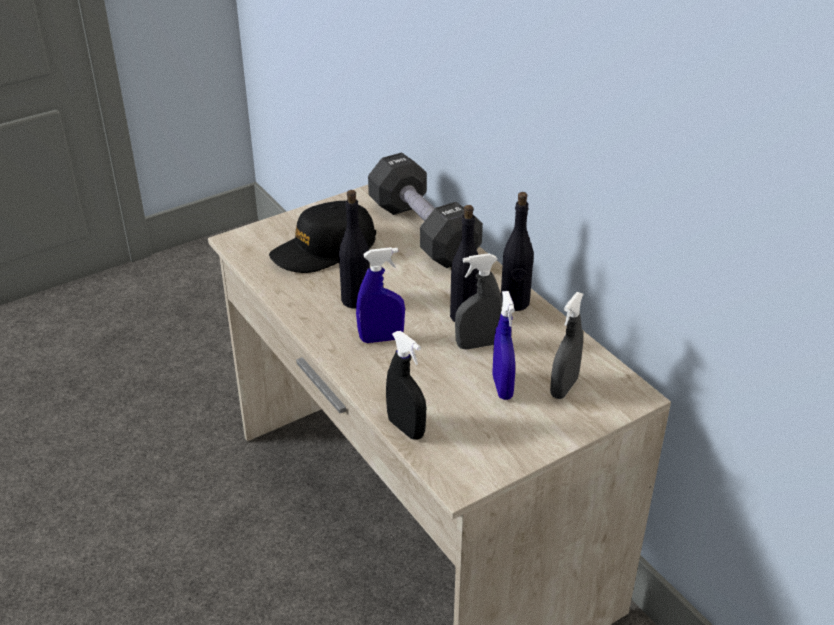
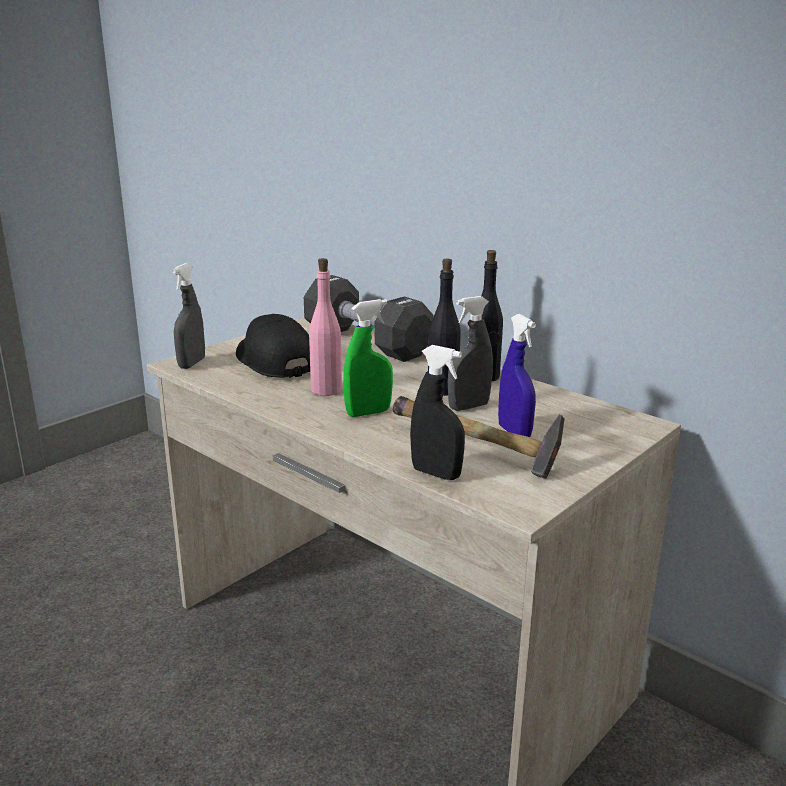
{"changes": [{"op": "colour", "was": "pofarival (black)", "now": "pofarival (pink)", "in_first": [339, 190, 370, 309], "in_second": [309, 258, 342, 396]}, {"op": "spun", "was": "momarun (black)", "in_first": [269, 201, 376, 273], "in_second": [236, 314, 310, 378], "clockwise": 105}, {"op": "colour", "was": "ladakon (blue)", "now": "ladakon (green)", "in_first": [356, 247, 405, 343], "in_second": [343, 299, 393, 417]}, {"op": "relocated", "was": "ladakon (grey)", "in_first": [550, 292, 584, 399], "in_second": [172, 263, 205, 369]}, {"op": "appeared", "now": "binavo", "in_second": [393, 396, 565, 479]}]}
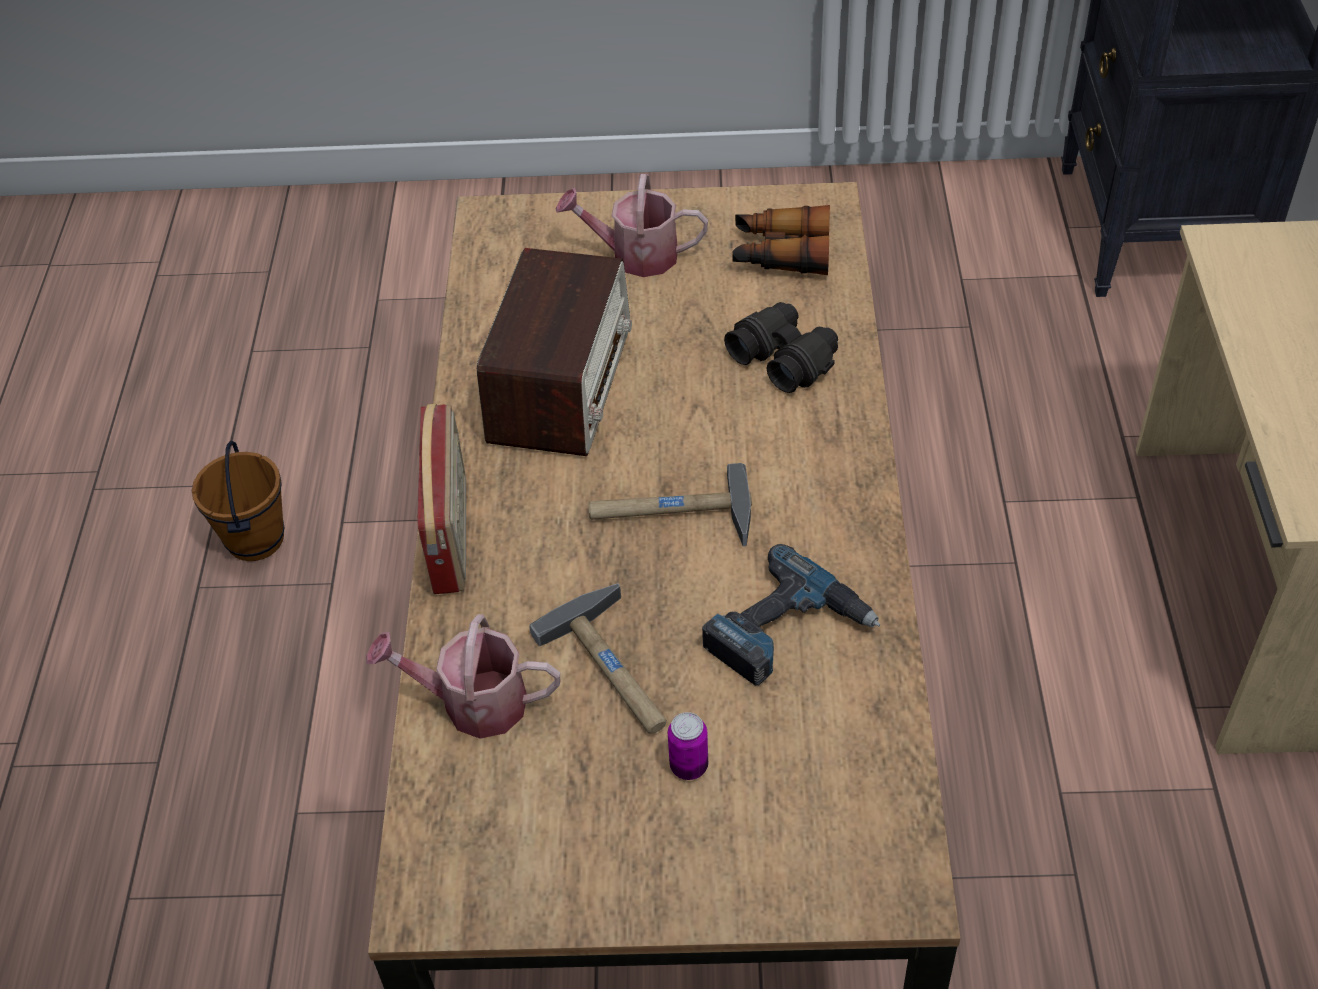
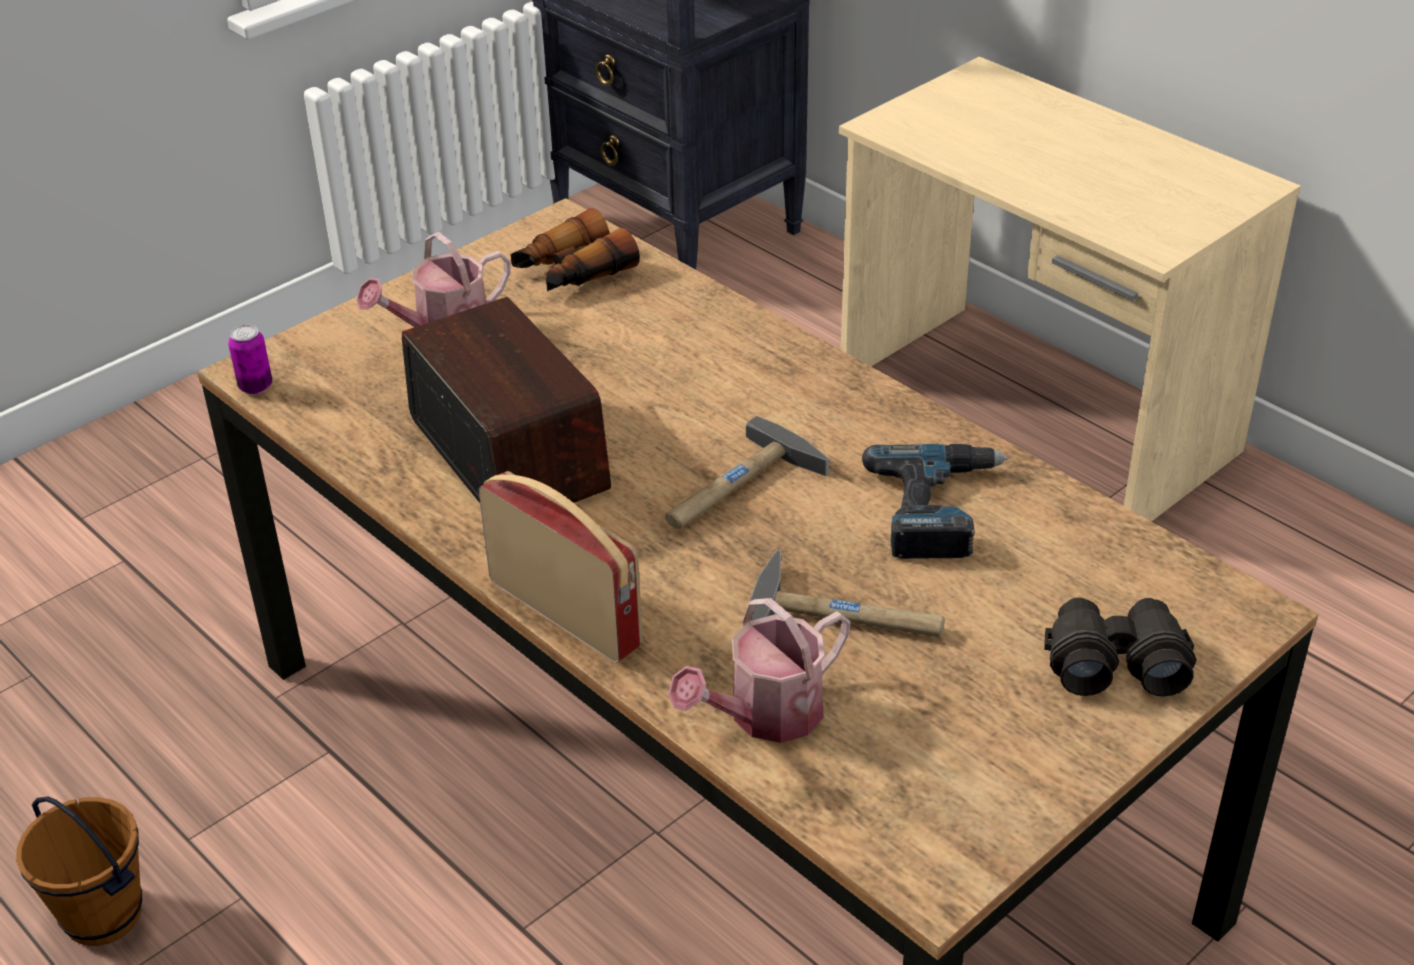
{"changes": [{"op": "relocated", "was": "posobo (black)", "in_first": [724, 302, 838, 393], "in_second": [1044, 598, 1197, 696]}, {"op": "relocated", "was": "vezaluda", "in_first": [668, 712, 708, 780], "in_second": [228, 324, 272, 394]}]}
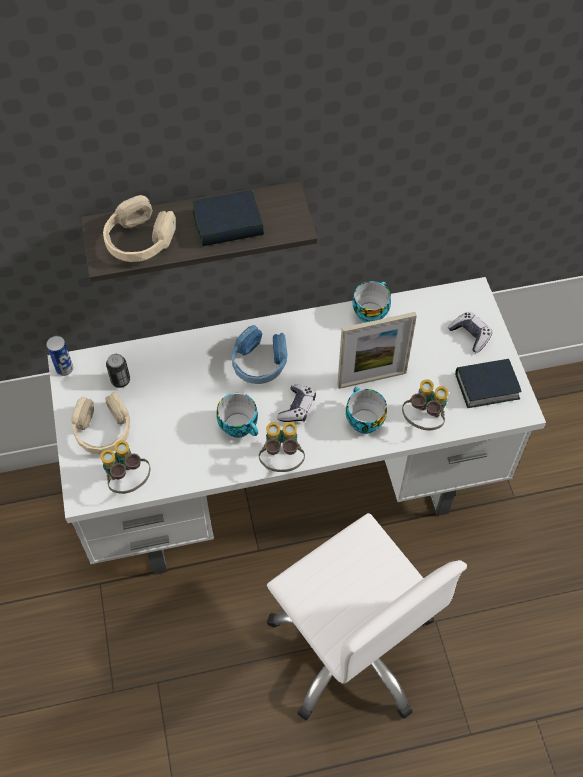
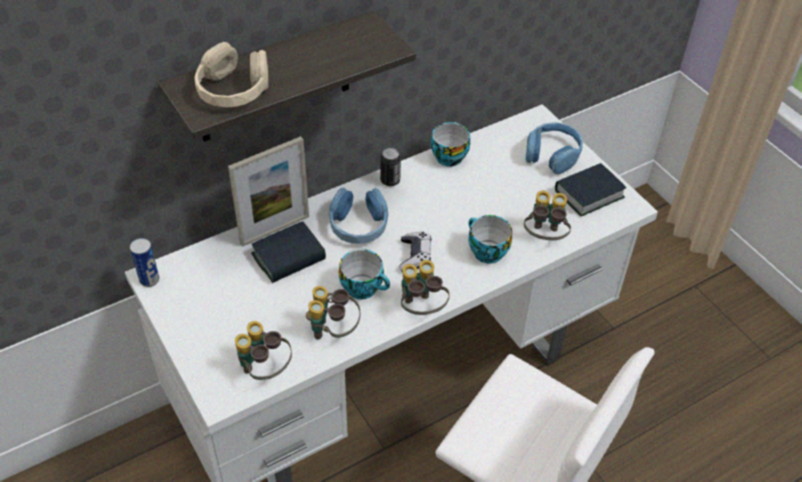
{"changes": [{"op": "relocated", "was": "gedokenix", "in_first": [193, 190, 264, 246], "in_second": [251, 221, 326, 283]}, {"op": "relocated", "was": "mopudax", "in_first": [337, 312, 417, 389], "in_second": [228, 136, 309, 247]}, {"op": "exchanged", "was": "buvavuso", "now": "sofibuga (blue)", "in_first": [448, 312, 492, 353], "in_second": [525, 122, 583, 174]}, {"op": "relocated", "was": "vezaluda", "in_first": [106, 354, 130, 388], "in_second": [380, 148, 401, 186]}, {"op": "missing", "was": "sofibuga (beige)", "in_first": [71, 392, 130, 454]}, {"op": "appeared", "now": "posobo", "in_second": [306, 286, 360, 340]}]}
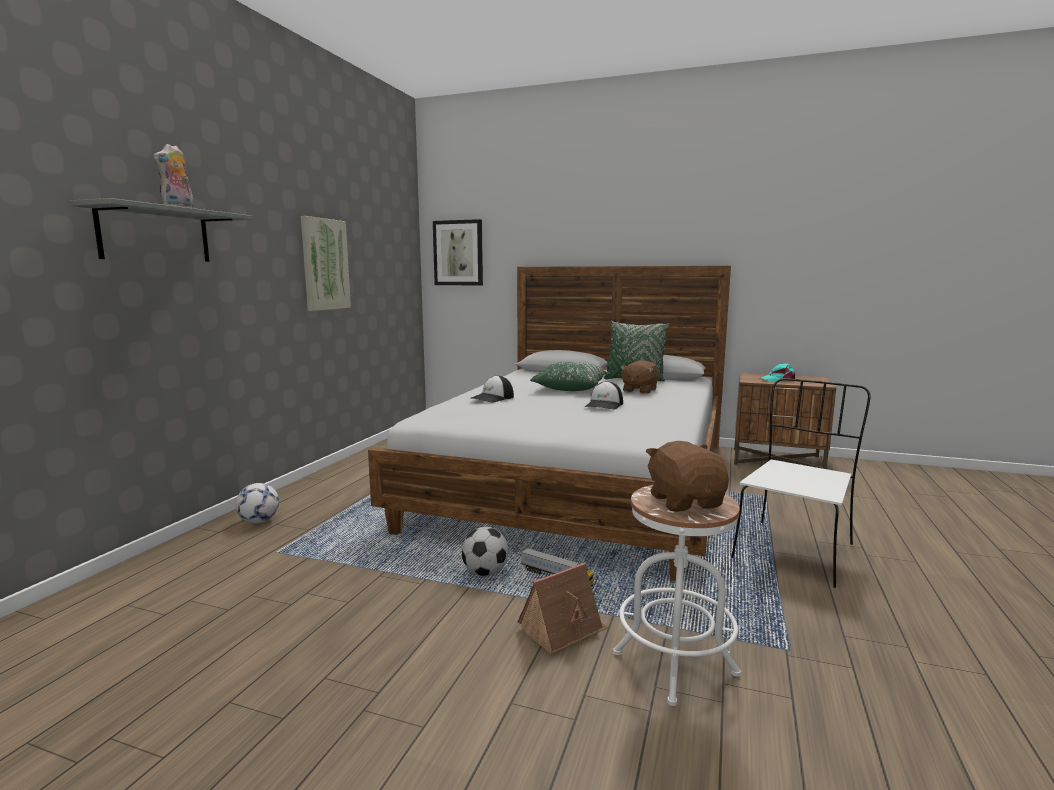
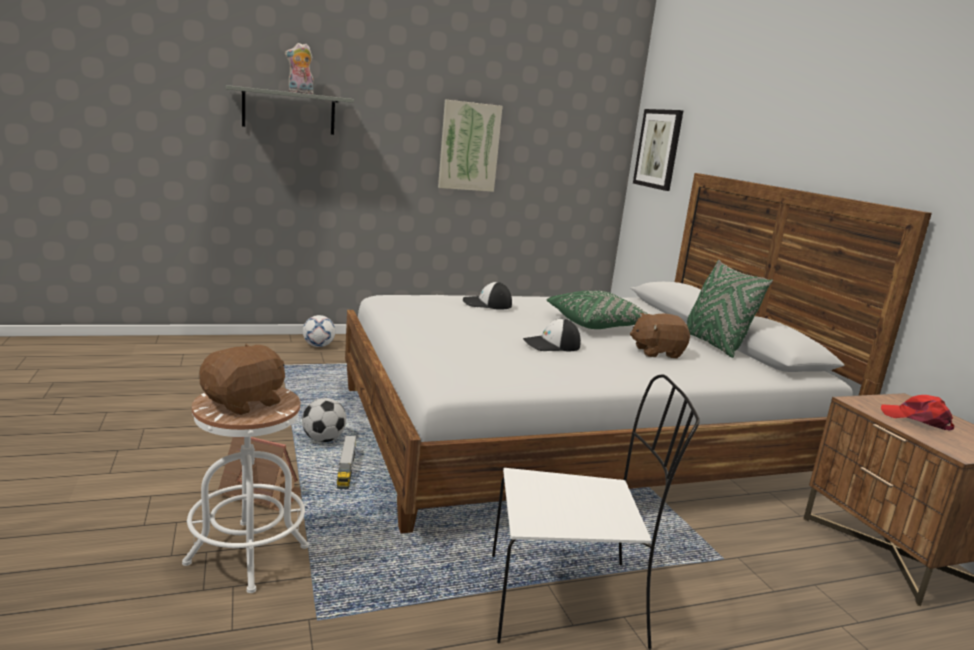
{"changes": [{"op": "colour", "was": "momarun (turquoise)", "now": "momarun (red)", "in_first": [760, 363, 795, 382], "in_second": [881, 395, 954, 431]}]}
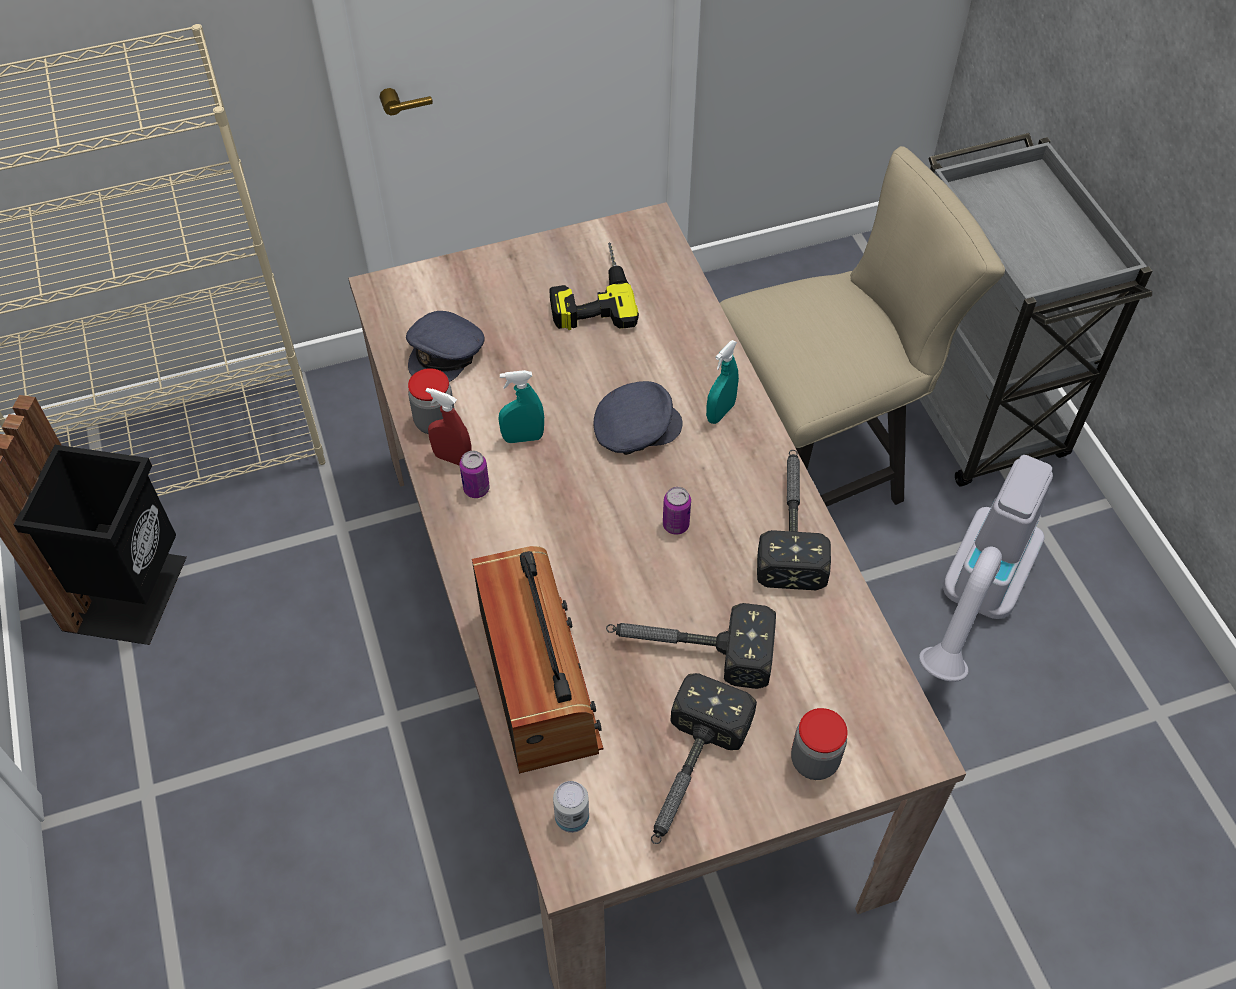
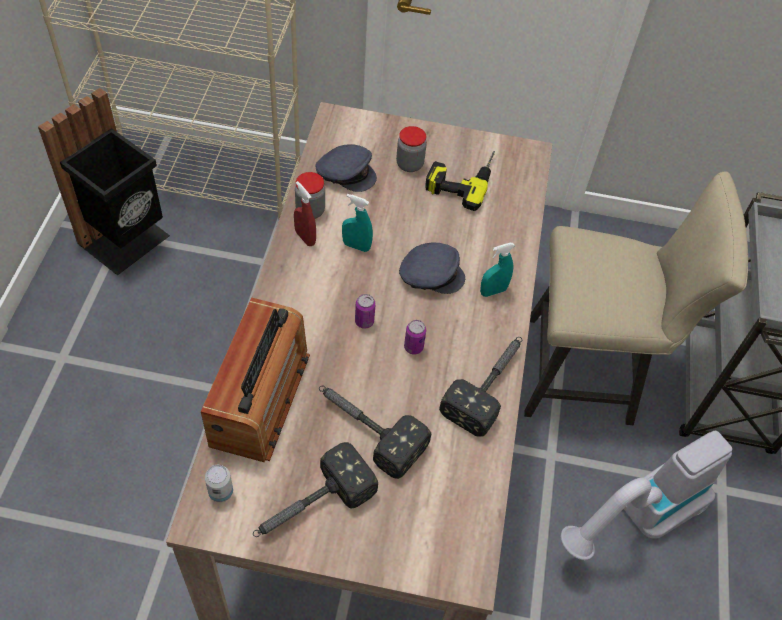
{"changes": [{"op": "spun", "was": "momarun (grey)", "in_first": [406, 311, 485, 382], "in_second": [315, 144, 377, 192], "clockwise": -120}, {"op": "relocated", "was": "vezaluda", "in_first": [460, 451, 490, 498], "in_second": [355, 294, 376, 329]}, {"op": "relocated", "was": "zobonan", "in_first": [791, 708, 848, 780], "in_second": [396, 126, 427, 172]}]}
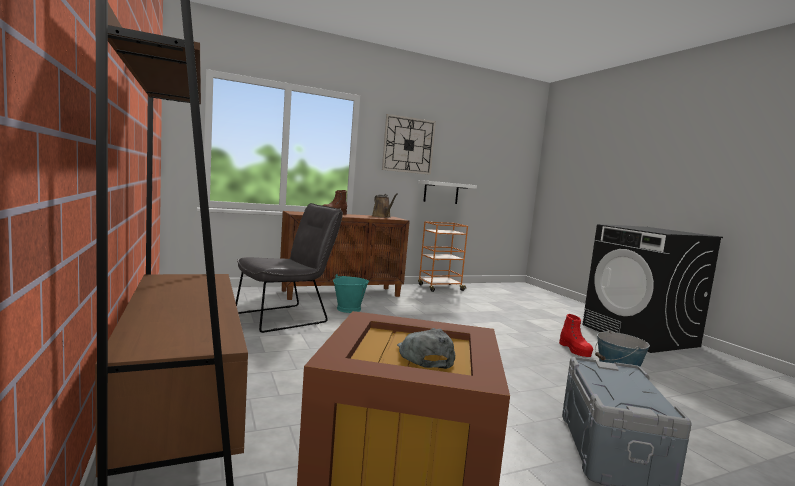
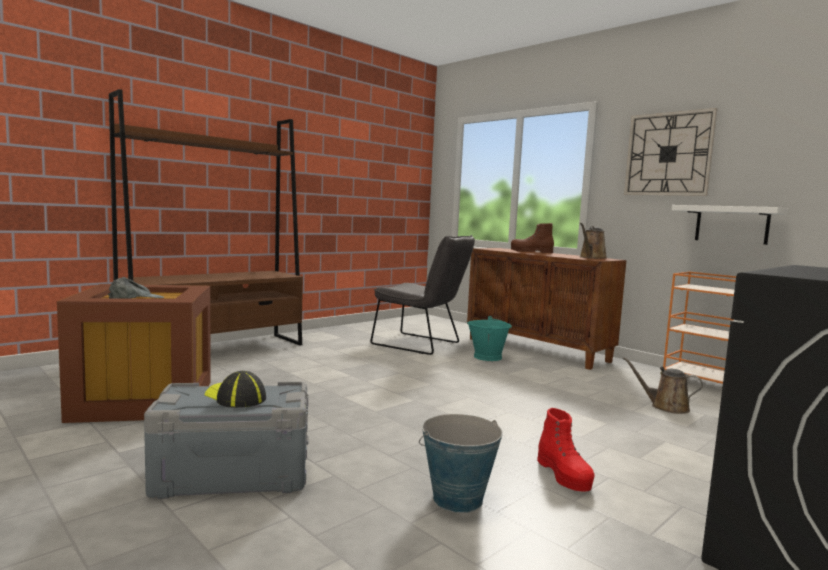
{"changes": [{"op": "spun", "was": "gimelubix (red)", "in_first": [559, 314, 593, 357], "in_second": [537, 408, 595, 491], "clockwise": -75}, {"op": "appeared", "now": "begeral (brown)", "in_second": [623, 357, 703, 414]}, {"op": "appeared", "now": "momarun", "in_second": [204, 371, 266, 408]}]}
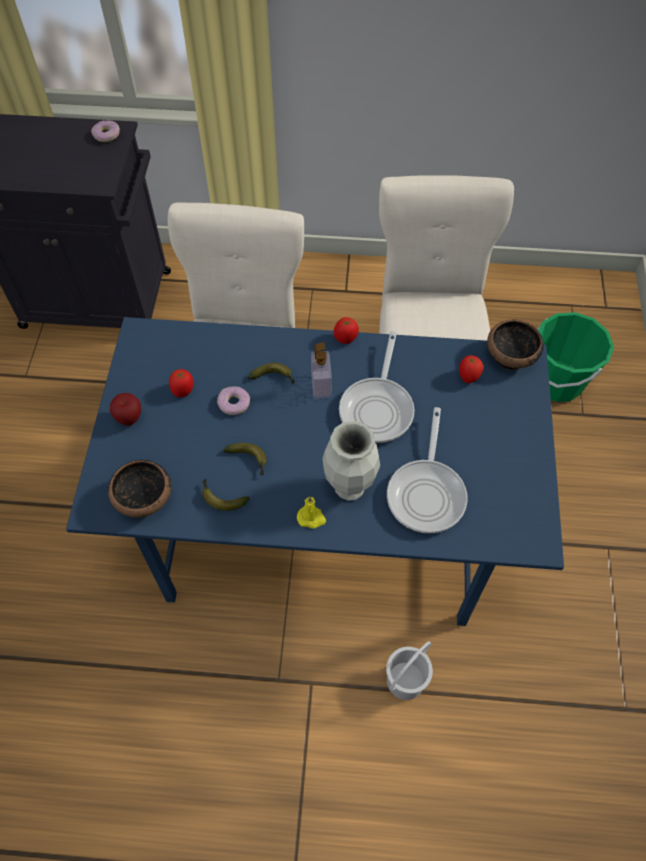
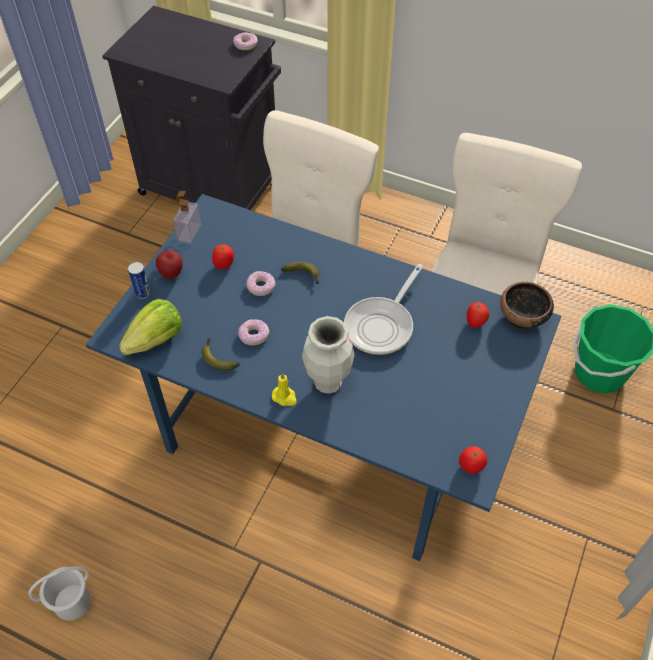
{"changes": [{"op": "relocated", "was": "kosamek", "in_first": [334, 317, 359, 344], "in_second": [459, 446, 487, 474]}, {"op": "relocated", "was": "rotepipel", "in_first": [311, 342, 332, 399], "in_second": [173, 191, 201, 244]}, {"op": "missing", "was": "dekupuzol", "in_first": [387, 407, 468, 534]}, {"op": "exchanged", "was": "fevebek", "now": "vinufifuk", "in_first": [223, 443, 267, 475], "in_second": [238, 319, 269, 345]}, {"op": "exchanged", "was": "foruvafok", "now": "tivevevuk", "in_first": [108, 460, 171, 518], "in_second": [119, 299, 182, 355]}, {"op": "relocated", "was": "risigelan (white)", "in_first": [386, 641, 433, 700], "in_second": [29, 566, 91, 621]}, {"op": "appeared", "now": "vezaluda", "in_second": [128, 262, 151, 299]}]}
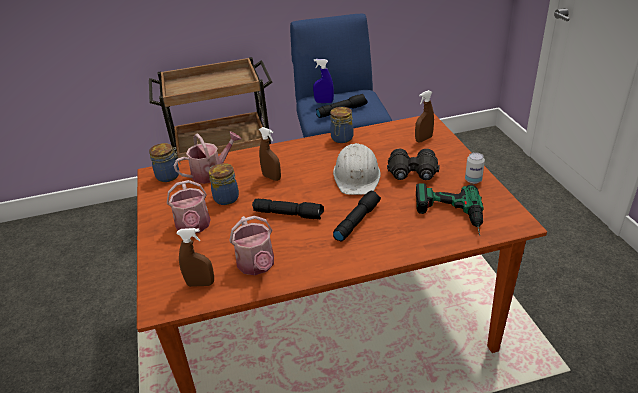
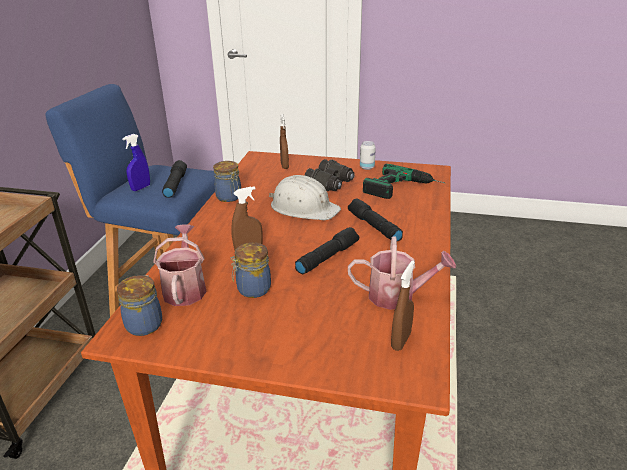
{"changes": [{"op": "missing", "was": "begeral", "in_first": [167, 180, 211, 234]}]}
